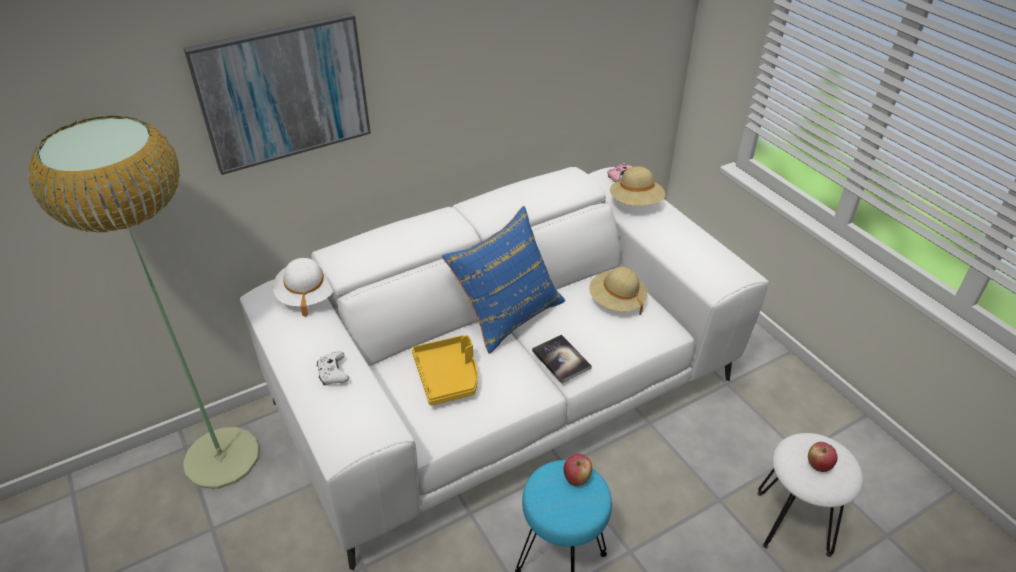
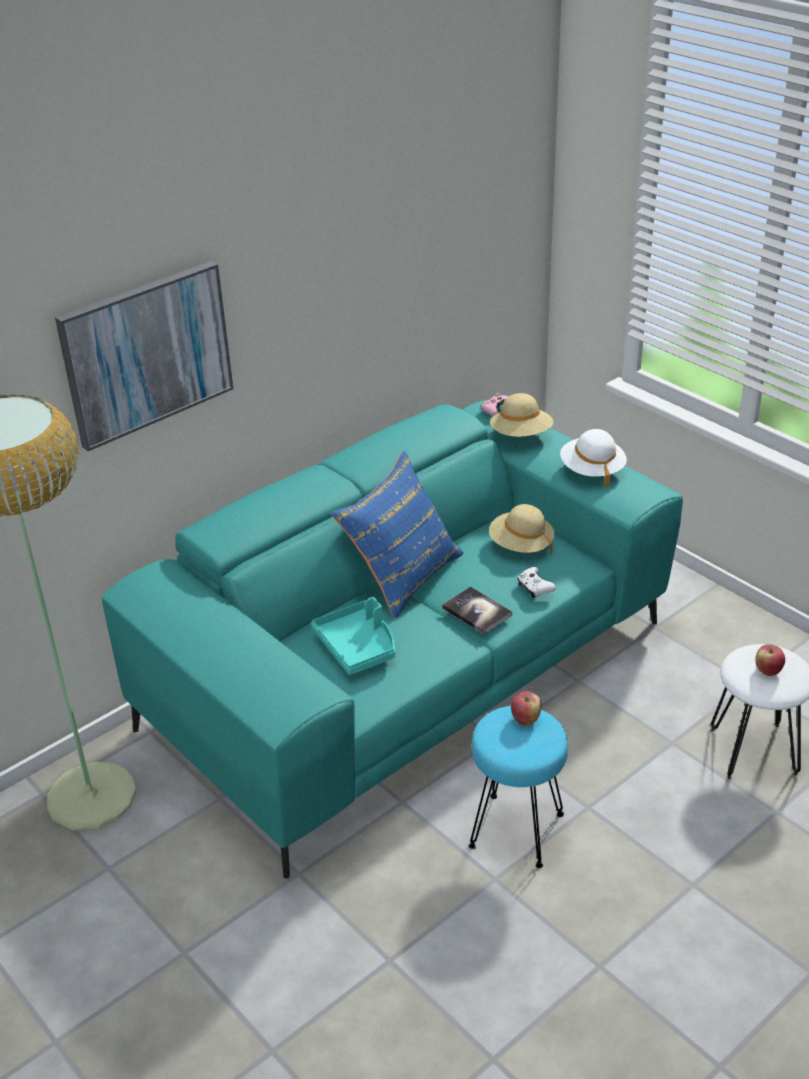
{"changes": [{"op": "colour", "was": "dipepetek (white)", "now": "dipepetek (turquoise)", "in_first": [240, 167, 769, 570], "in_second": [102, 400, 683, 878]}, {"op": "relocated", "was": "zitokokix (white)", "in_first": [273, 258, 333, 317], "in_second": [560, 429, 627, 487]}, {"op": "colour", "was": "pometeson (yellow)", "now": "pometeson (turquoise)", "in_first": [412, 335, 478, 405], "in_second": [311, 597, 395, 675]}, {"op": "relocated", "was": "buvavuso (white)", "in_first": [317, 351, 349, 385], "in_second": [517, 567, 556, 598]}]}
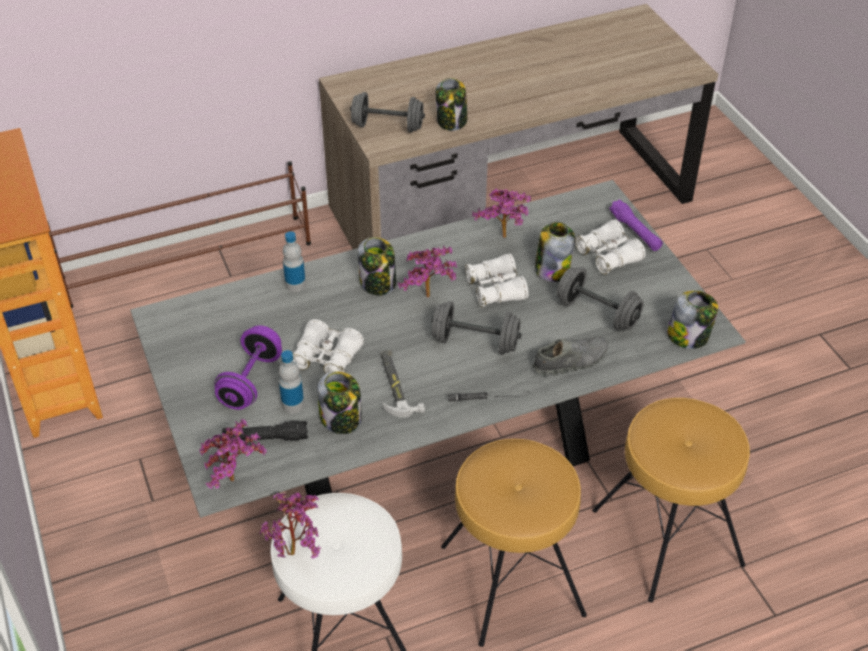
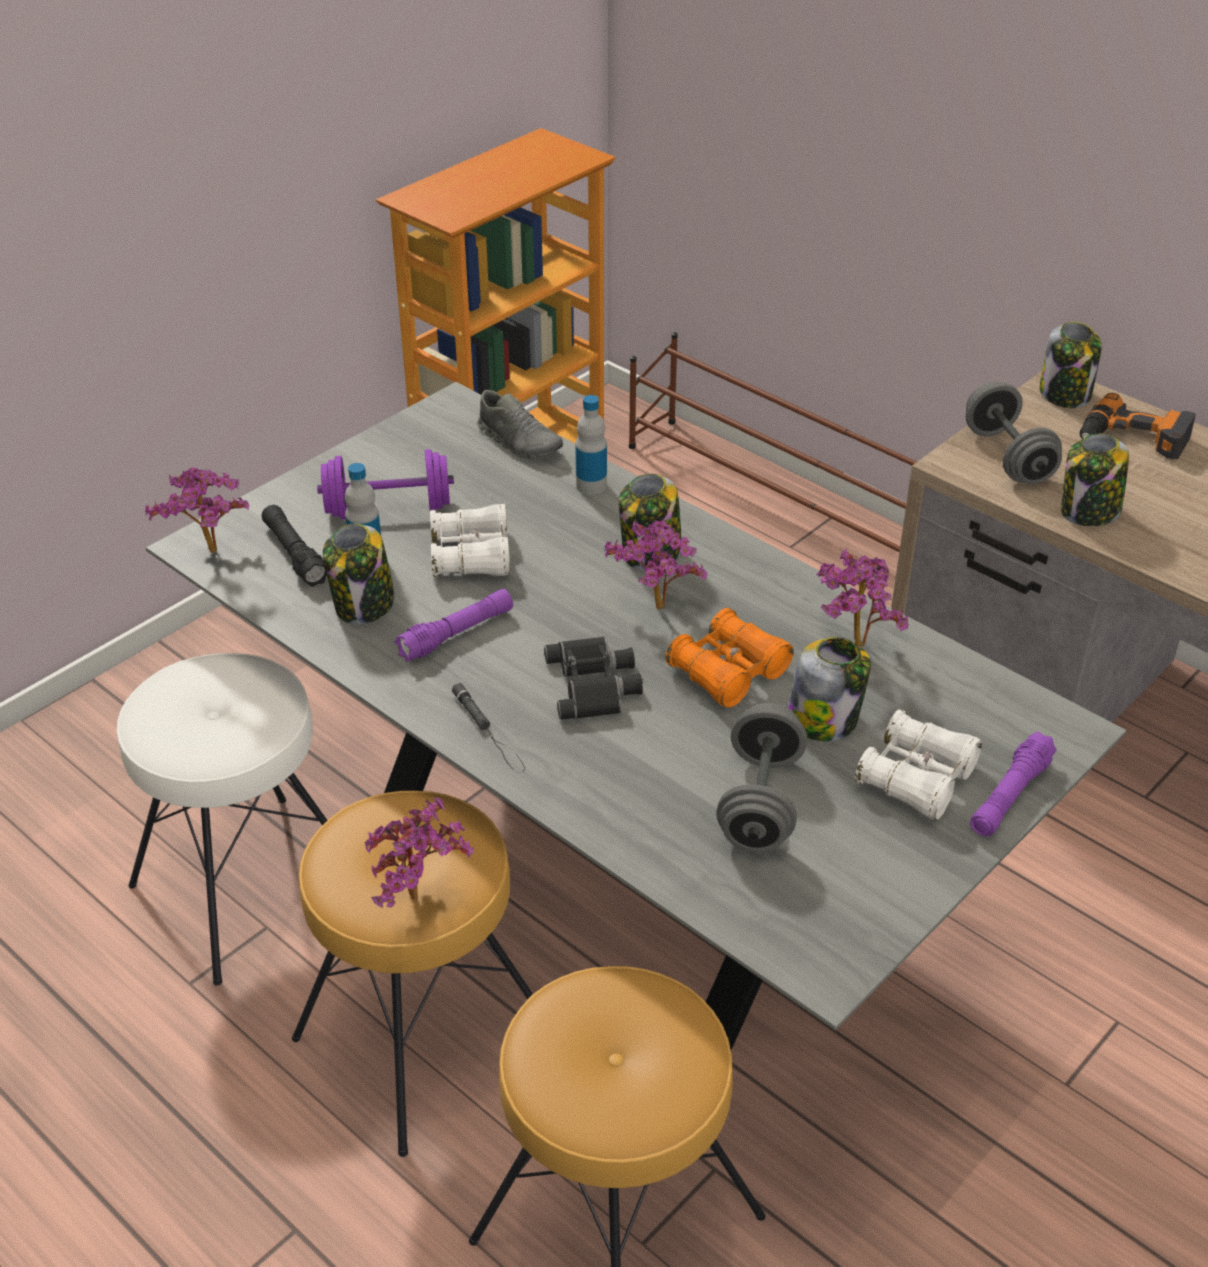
{"changes": [{"op": "colour", "was": "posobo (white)", "now": "posobo (orange)", "in_first": [465, 254, 529, 307], "in_second": [665, 608, 794, 708]}, {"op": "relocated", "was": "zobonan", "in_first": [667, 291, 718, 349], "in_second": [1039, 322, 1102, 408]}, {"op": "exchanged", "was": "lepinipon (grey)", "now": "posobo (black)", "in_first": [431, 301, 522, 355], "in_second": [544, 636, 643, 720]}, {"op": "relocated", "was": "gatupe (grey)", "in_first": [532, 337, 607, 376], "in_second": [477, 390, 563, 459]}, {"op": "exchanged", "was": "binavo", "now": "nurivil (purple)", "in_first": [381, 350, 425, 417], "in_second": [394, 589, 513, 662]}, {"op": "relocated", "was": "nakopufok", "in_first": [260, 493, 321, 558], "in_second": [365, 798, 473, 908]}, {"op": "appeared", "now": "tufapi", "in_second": [1079, 393, 1196, 459]}]}
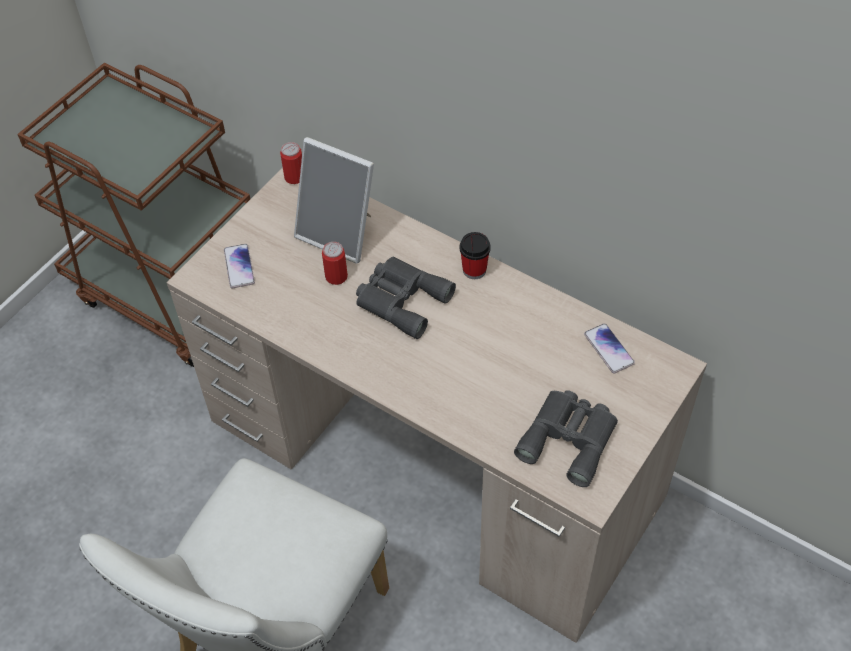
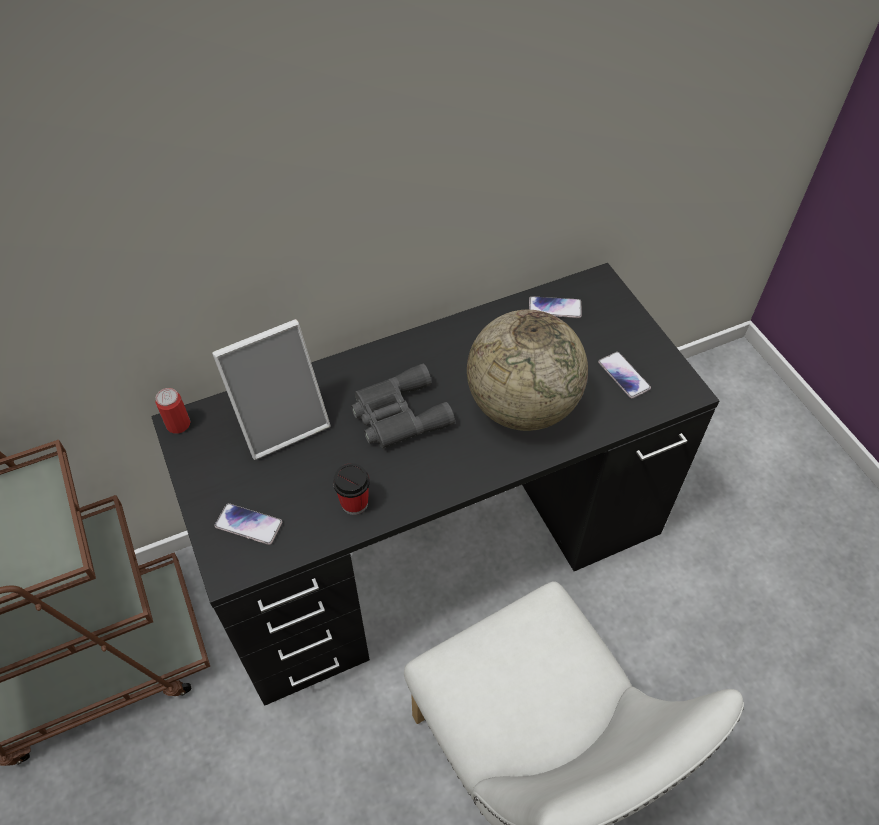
{"changes": [{"op": "colour", "was": "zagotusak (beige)", "now": "zagotusak (black)", "in_first": [167, 167, 707, 643], "in_second": [151, 263, 719, 706]}, {"op": "relocated", "was": "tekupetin", "in_first": [459, 232, 491, 279], "in_second": [333, 463, 370, 515]}, {"op": "missing", "was": "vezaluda", "in_first": [322, 242, 348, 285]}, {"op": "exchanged", "was": "posobo (grey)", "now": "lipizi", "in_first": [514, 390, 618, 487], "in_second": [598, 352, 651, 399]}, {"op": "appeared", "now": "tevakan", "in_second": [467, 310, 588, 431]}]}
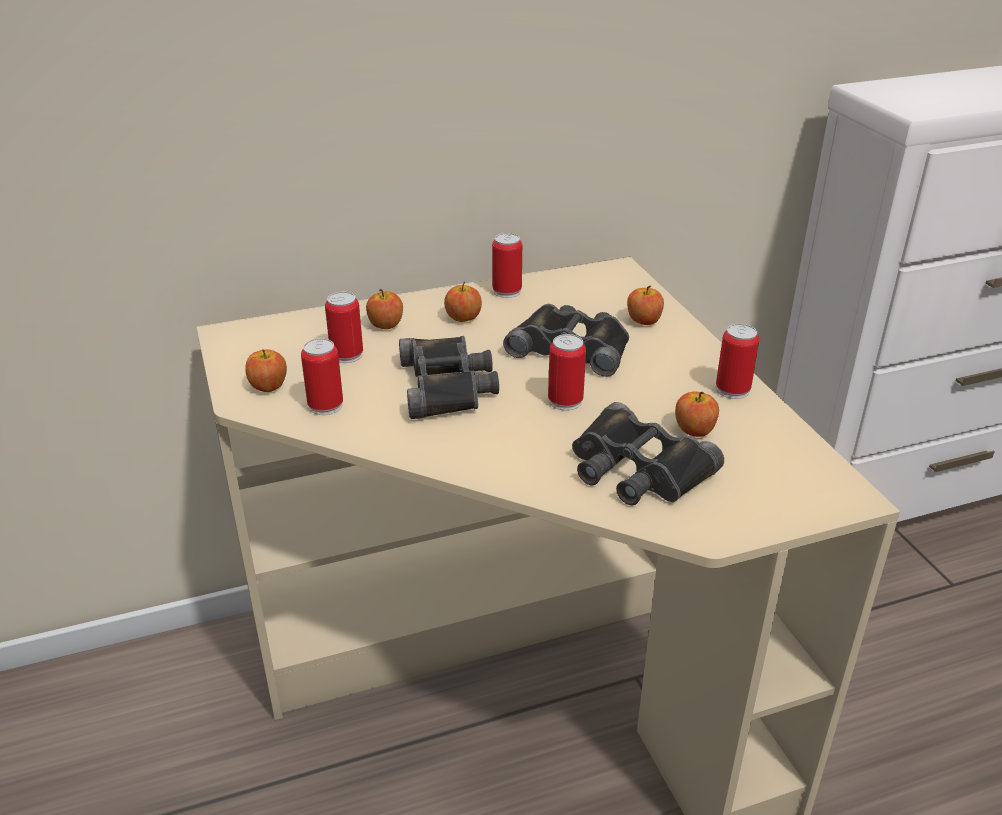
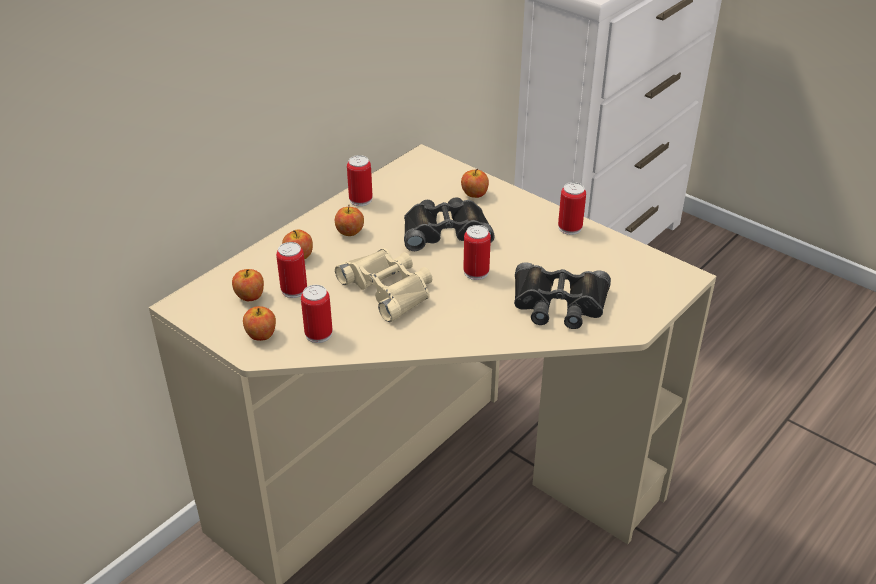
{"changes": [{"op": "colour", "was": "posobo (black)", "now": "posobo (beige)", "in_first": [399, 336, 499, 419], "in_second": [335, 248, 432, 322]}, {"op": "relocated", "was": "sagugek", "in_first": [675, 392, 719, 437], "in_second": [232, 269, 264, 301]}]}
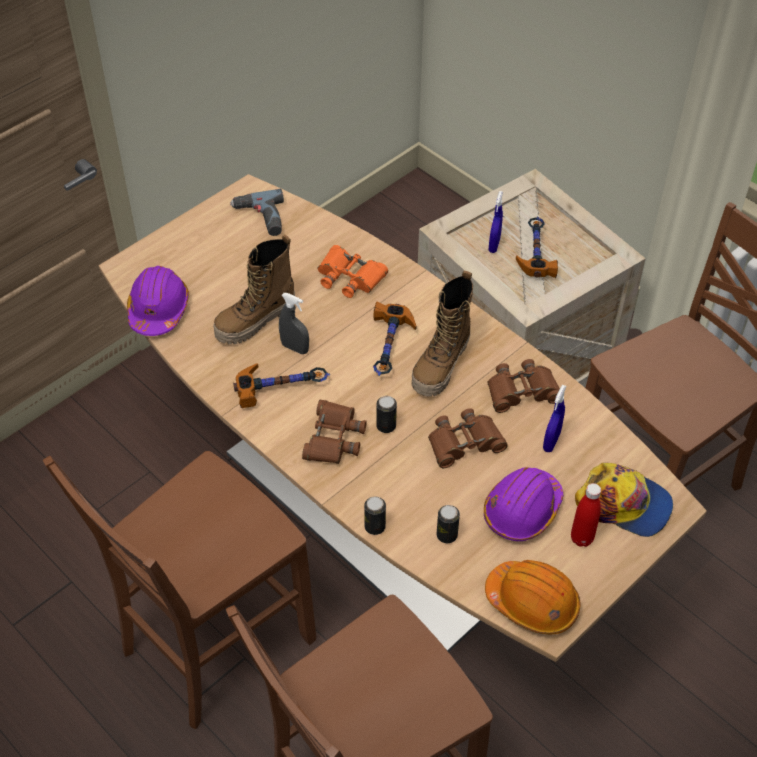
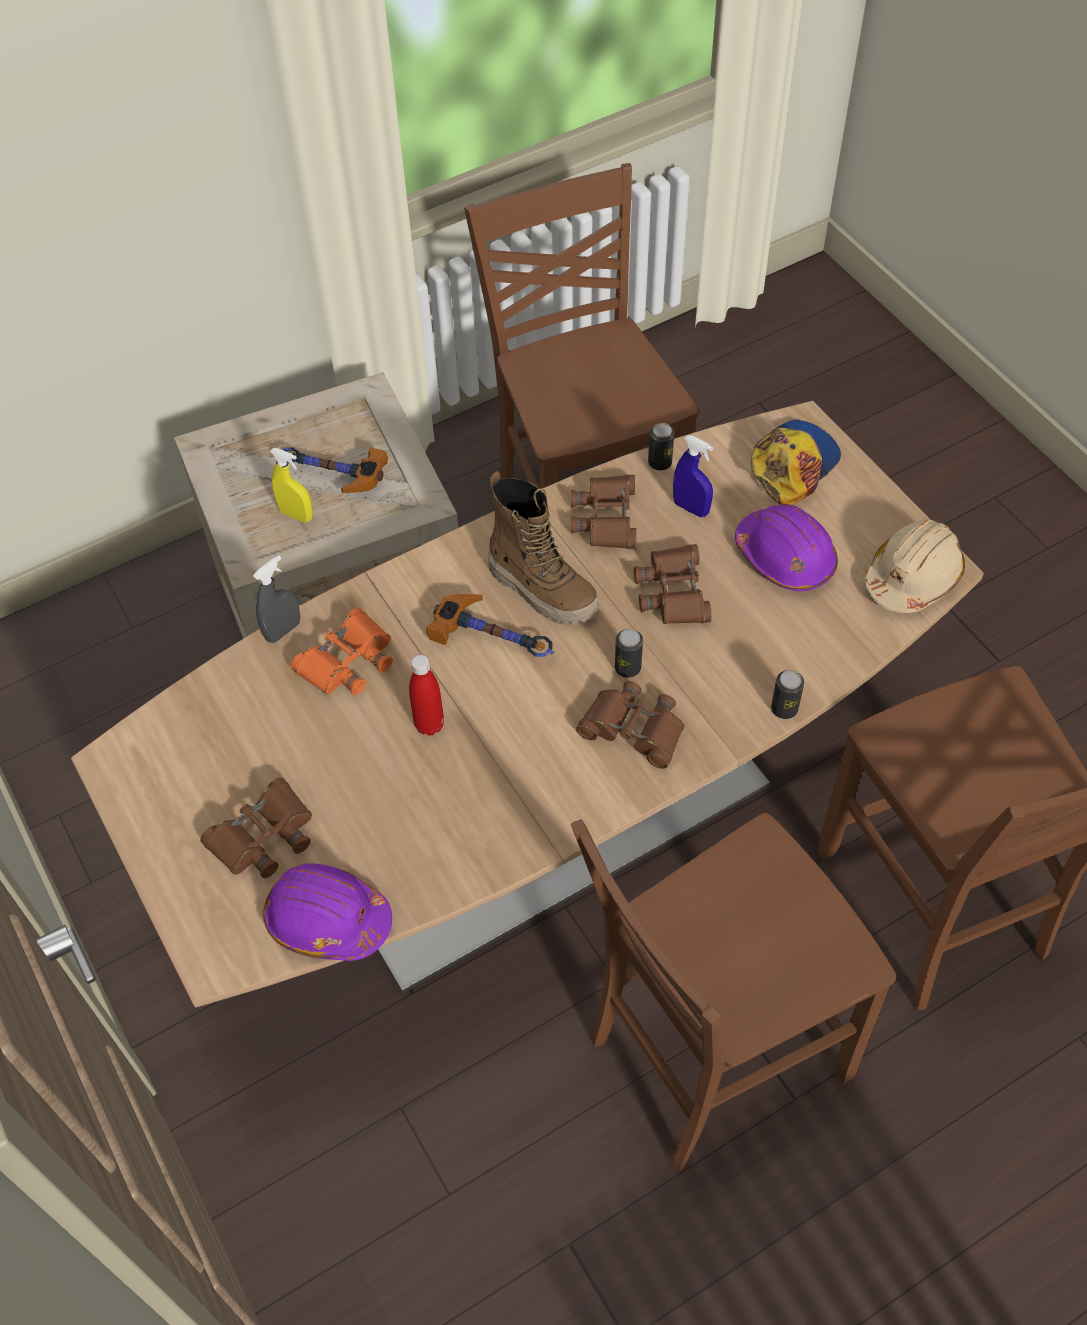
{"changes": [{"op": "missing", "was": "tufapi", "in_first": [230, 189, 284, 236]}, {"op": "colour", "was": "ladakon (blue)", "now": "ladakon (yellow)", "in_first": [489, 191, 503, 253], "in_second": [270, 448, 313, 522]}, {"op": "missing", "was": "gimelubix", "in_first": [213, 234, 295, 344]}, {"op": "relocated", "was": "ladakon (grey)", "in_first": [279, 293, 309, 354], "in_second": [253, 555, 300, 643]}, {"op": "missing", "was": "binavo", "in_first": [233, 363, 330, 408]}, {"op": "spun", "was": "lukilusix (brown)", "in_first": [43, 451, 316, 729], "in_second": [571, 813, 896, 1172], "clockwise": 90}, {"op": "relocated", "was": "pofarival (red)", "in_first": [571, 483, 601, 547], "in_second": [409, 654, 444, 736]}, {"op": "relocated", "was": "vezaluda", "in_first": [437, 505, 460, 543], "in_second": [648, 423, 674, 470]}, {"op": "colour", "was": "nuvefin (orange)", "now": "nuvefin (beige)", "in_first": [485, 560, 581, 634], "in_second": [864, 519, 965, 613]}, {"op": "appeared", "now": "posobo (brown)", "in_second": [200, 778, 312, 878]}]}
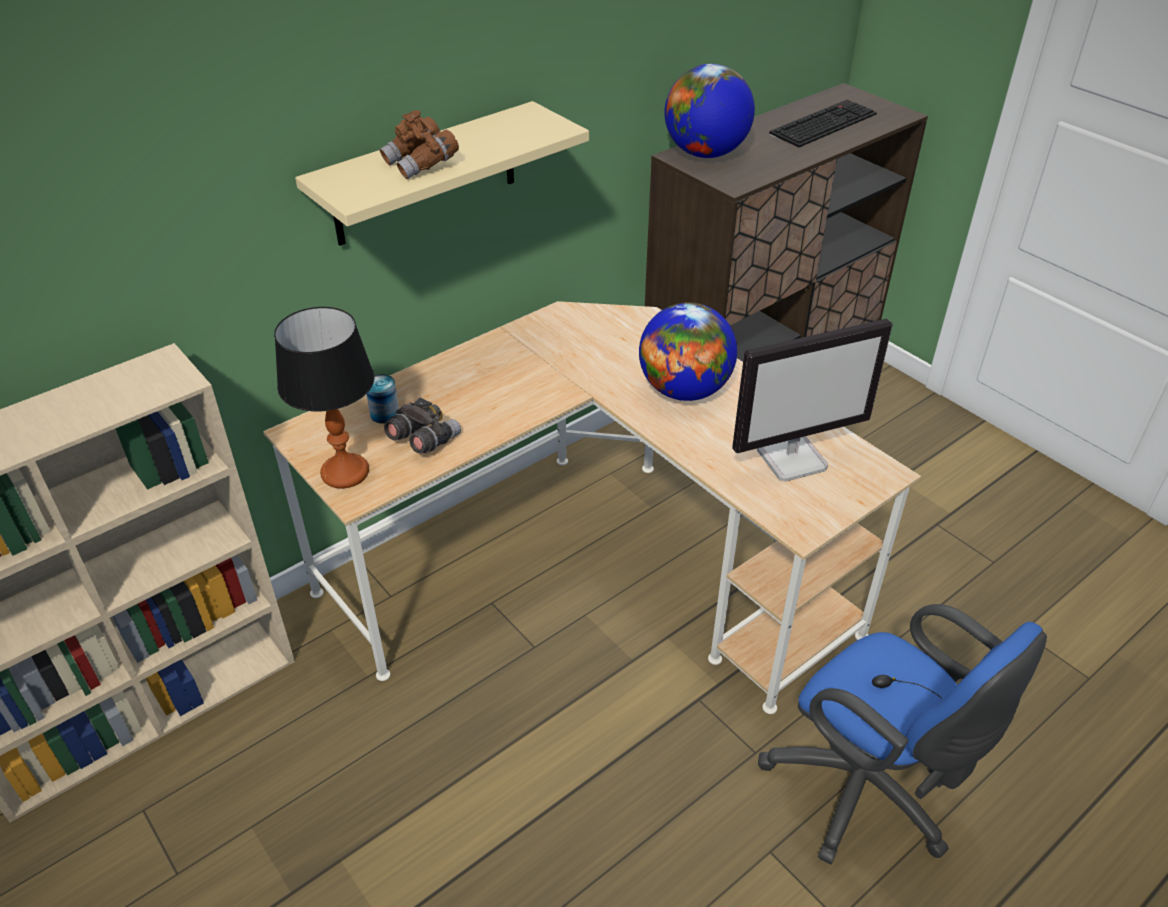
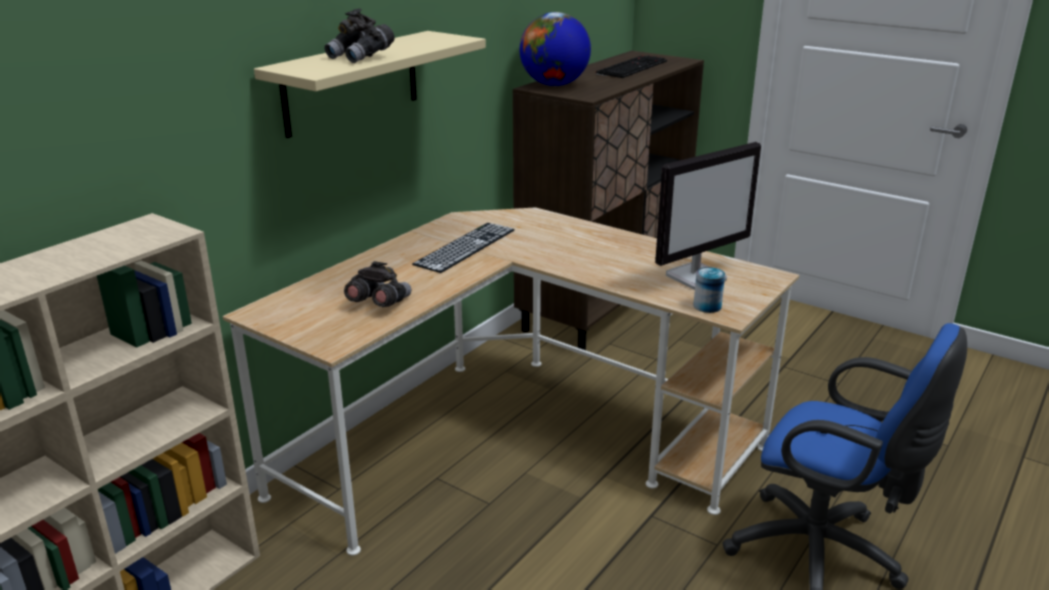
{"changes": [{"op": "colour", "was": "posobo (brown)", "now": "posobo (grey)", "in_first": [380, 110, 459, 179], "in_second": [324, 8, 394, 63]}, {"op": "missing", "was": "tevakan", "in_first": [639, 302, 737, 401]}, {"op": "missing", "was": "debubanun", "in_first": [274, 307, 375, 489]}, {"op": "relocated", "was": "vezaluda", "in_first": [366, 374, 399, 424], "in_second": [693, 267, 725, 313]}, {"op": "appeared", "now": "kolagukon", "in_second": [412, 223, 515, 273]}]}
